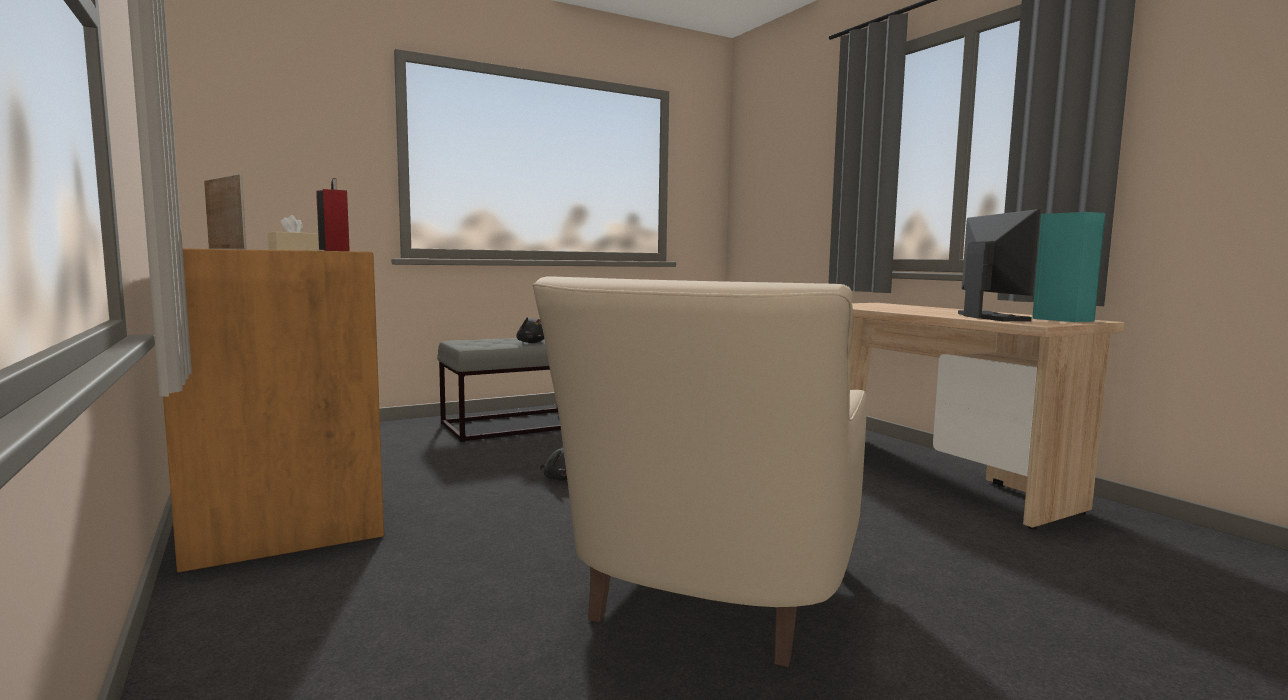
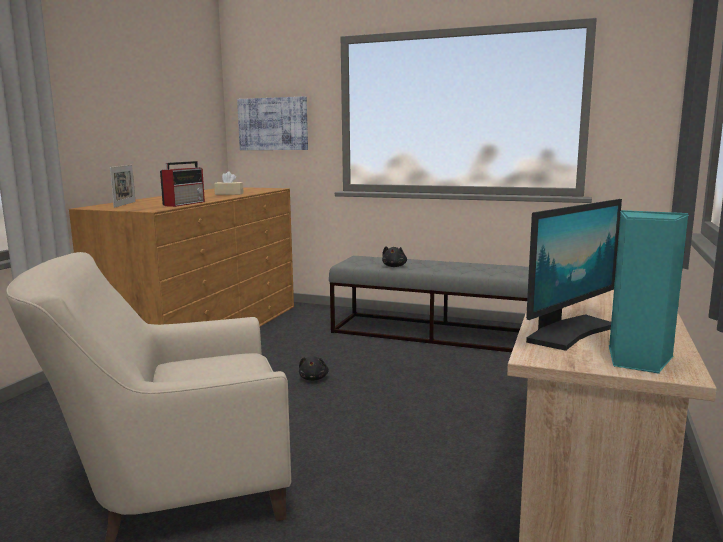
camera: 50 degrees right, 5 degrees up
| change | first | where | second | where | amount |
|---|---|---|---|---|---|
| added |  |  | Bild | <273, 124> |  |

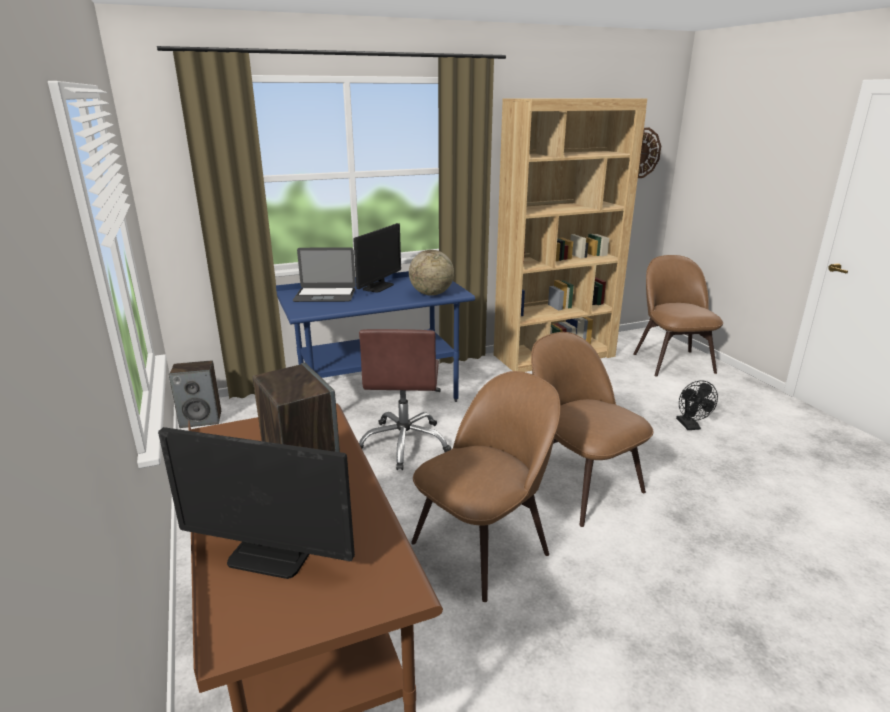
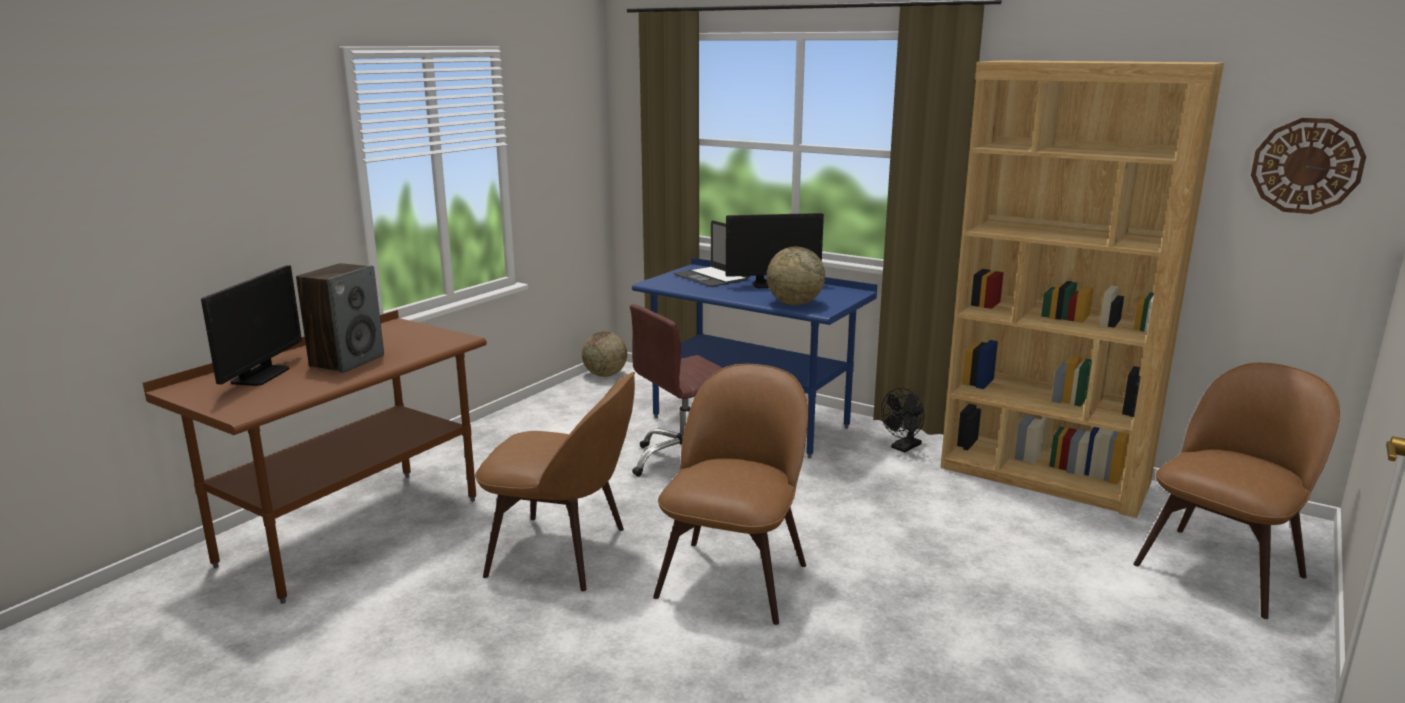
camera: 55 degrees right, 5 degrees down
| change | first | where | second | where | amount |
|---|---|---|---|---|---|
| turned | Monitor | <270, 556> |  | <260, 375> | 150 degrees counterclockwise |
| replaced | Lautsprecher | <201, 419> | Globus | <605, 375> |  |
| moved | Ventilator [schwarz] | <690, 426> |  | <903, 448> |  |

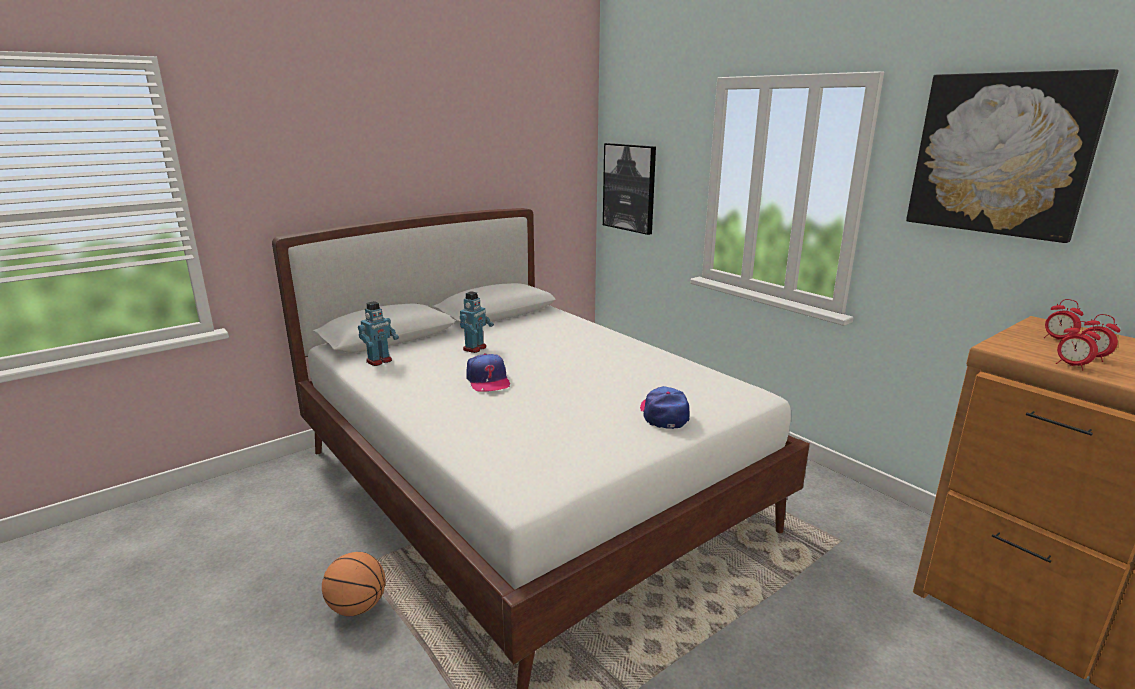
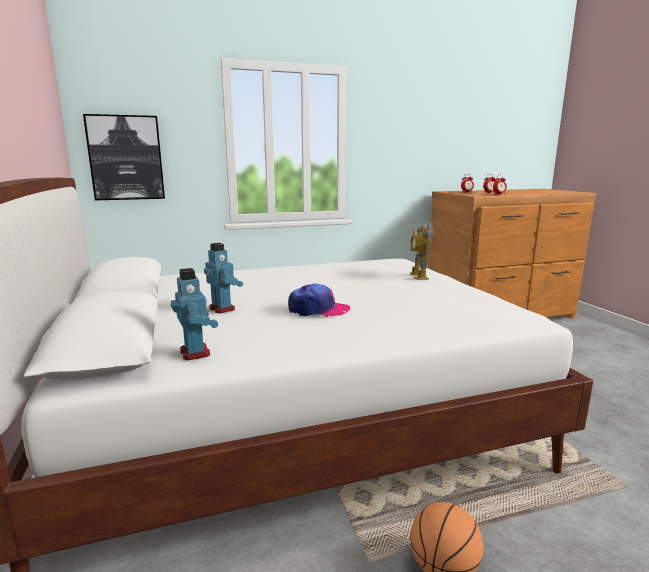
camera: 70 degrees left, 5 degrees down
| change | first | where | second | where | amount |
|---|---|---|---|---|---|
| replaced | Kappe | <664, 414> | Spielzeugroboter | <419, 276> |  |
| removed | Bild | <1001, 154> |  |  |  |

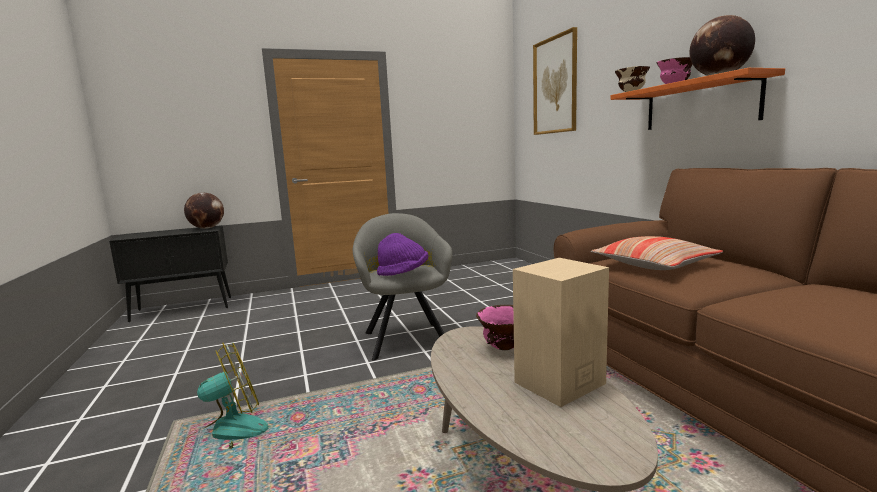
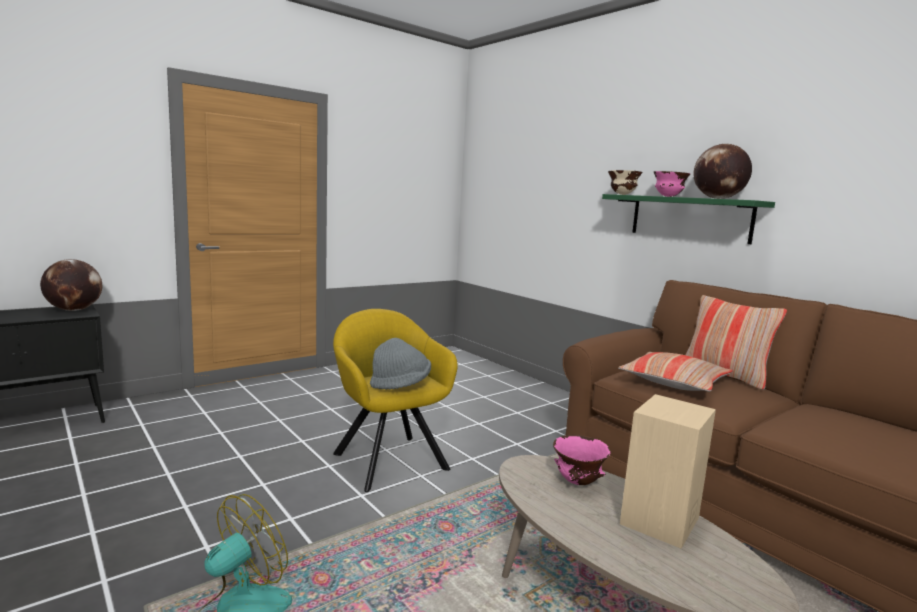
camera: 20 degrees left, 0 degrees up
| change | first | where | second | where | amount |
|---|---|---|---|---|---|
| recoloured | Sessel [grau] | <406, 337> | Sessel [gelb] | <388, 458> |  |
| recoloured | Hut [lila] | <403, 273> | Hut [grau] | <400, 384> |  |
| removed | Bild | <555, 85> |  |  |  |
| recoloured | Wandregal [orange] | <699, 104> | Wandregal [grün] | <689, 218> |  |
| added |  |  | Kissen | <725, 376> |  |

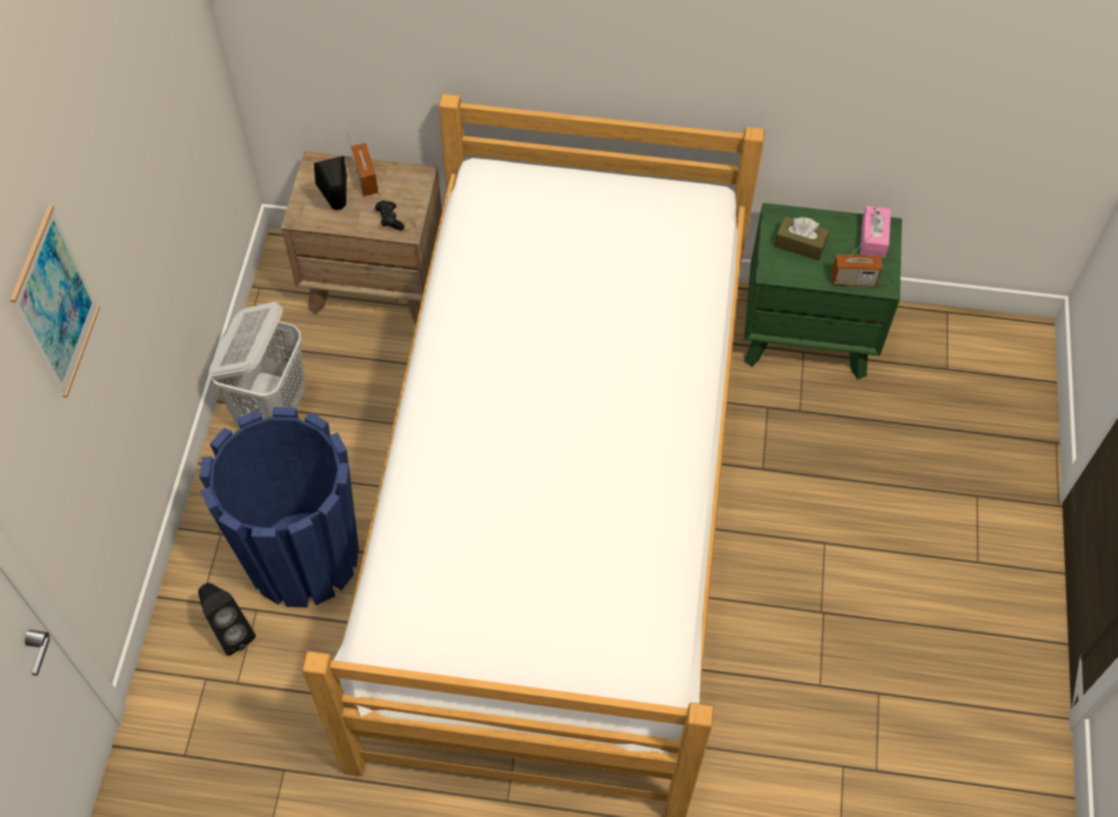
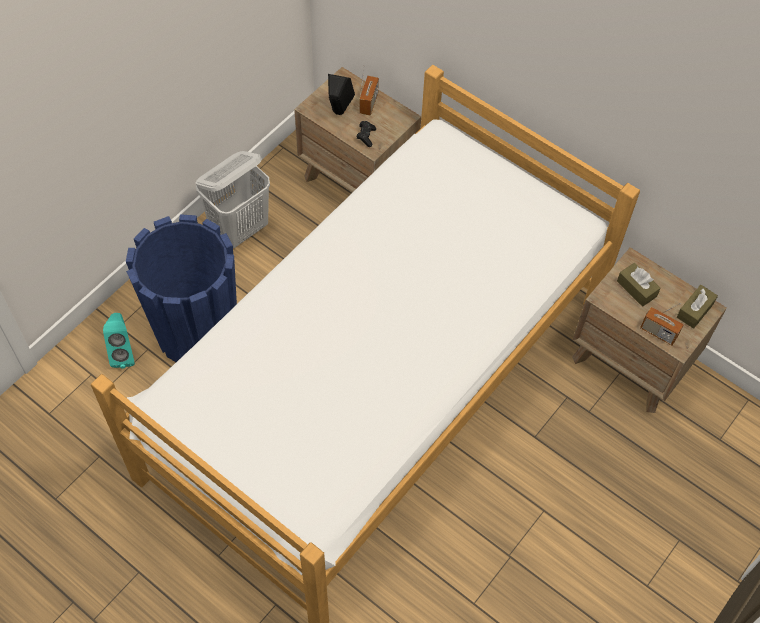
camera: 30 degrees right, 0 degrees up
| change | first | where | second | where | amount |
|---|---|---|---|---|---|
| removed | Bild | <55, 303> |  |  |  |
| recoloured | Lautsprecher [schwarz] | <230, 631> | Lautsprecher [türkis] | <124, 353> |  |
| recoloured | Nachttisch [grün] | <808, 334> | Nachttisch [braun] | <631, 362> |  |
| recoloured | Taschentuchbox [rosa] | <873, 237> | Taschentuchbox [braun] | <695, 310> |  |

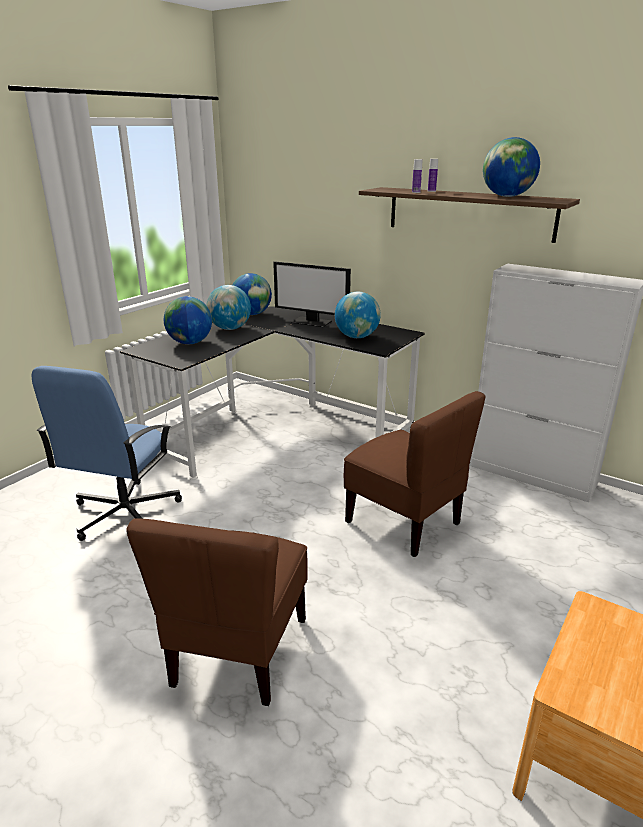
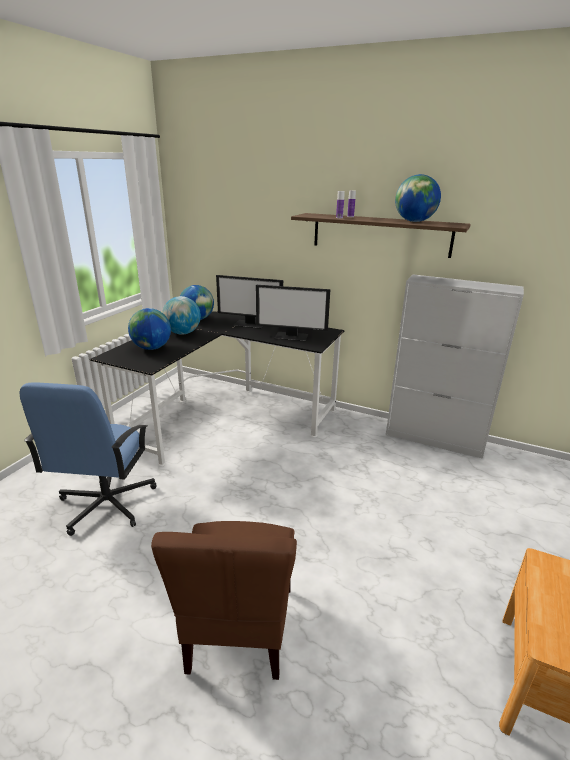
camera: 10 degrees left, 0 degrees up
| change | first | where | second | where | amount |
|---|---|---|---|---|---|
| replaced | Globus | <356, 337> | Monitor | <292, 336> |  |
| removed | Stuhl [braun] | <404, 522> |  |  |  |

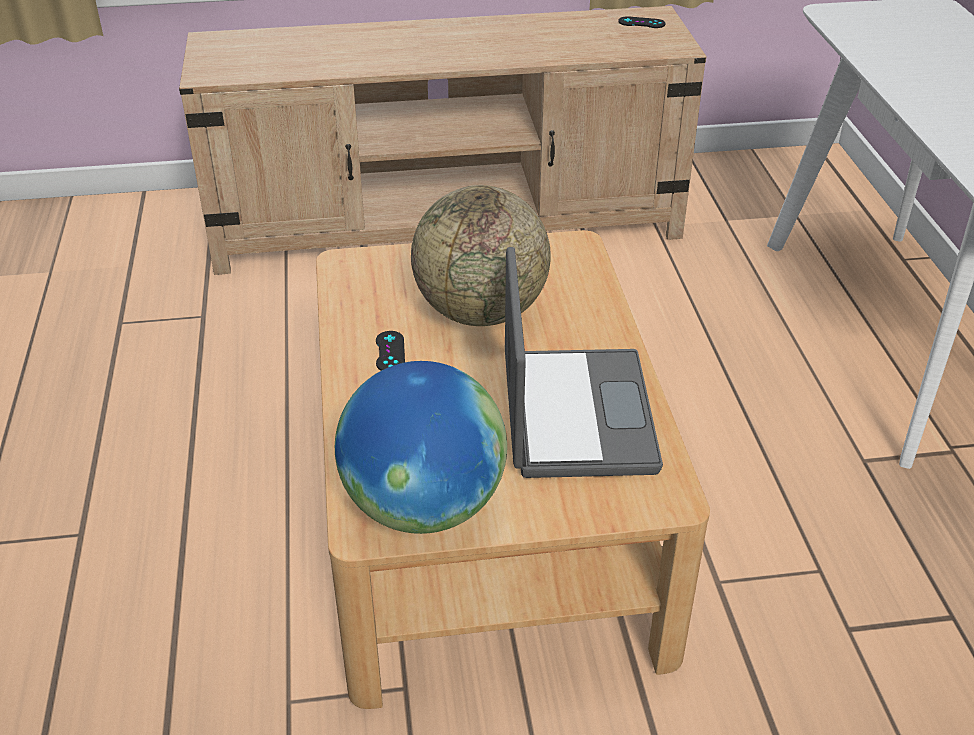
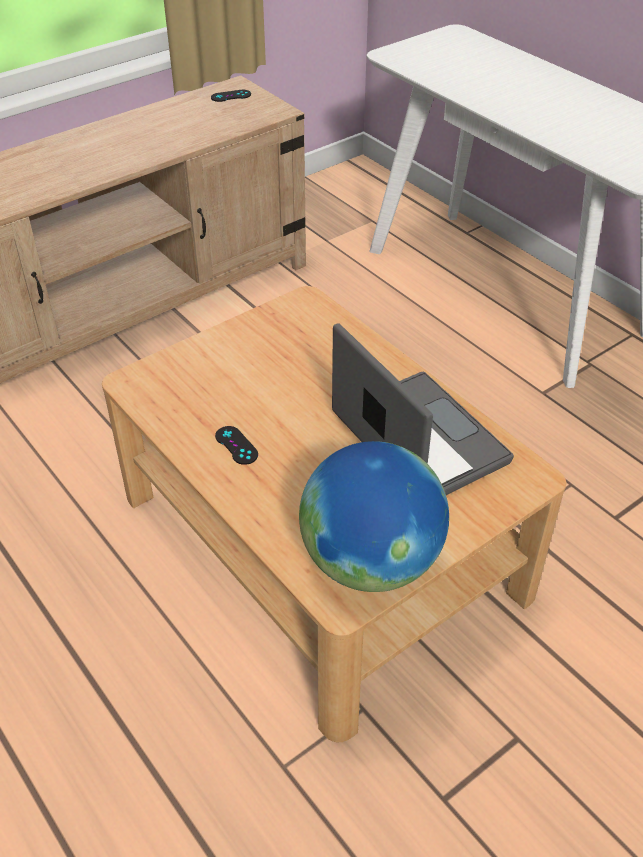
camera: 30 degrees left, 5 degrees up
| change | first | where | second | where | amount |
|---|---|---|---|---|---|
| removed | Globus | <481, 312> |  |  |  |

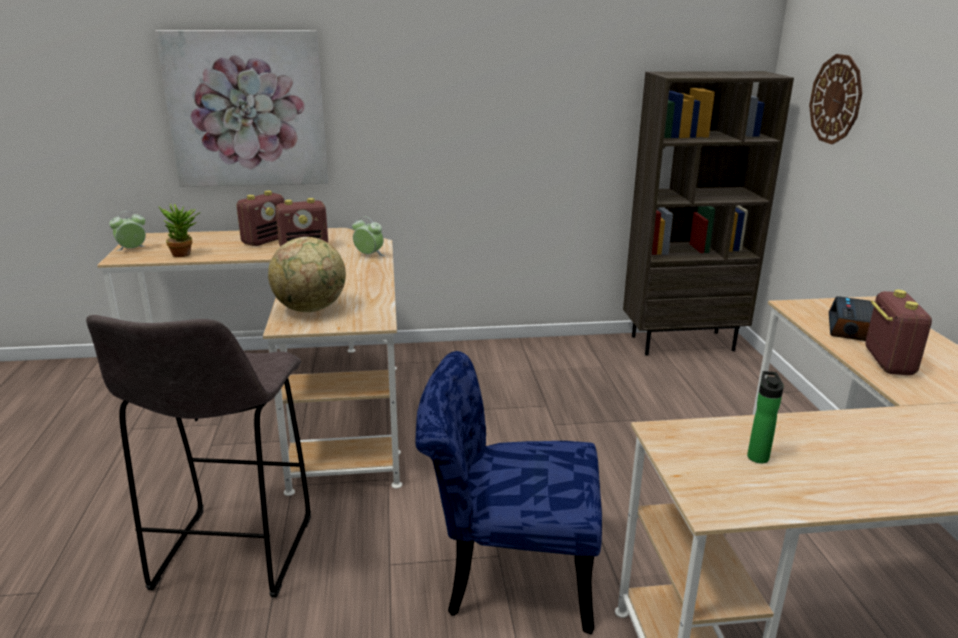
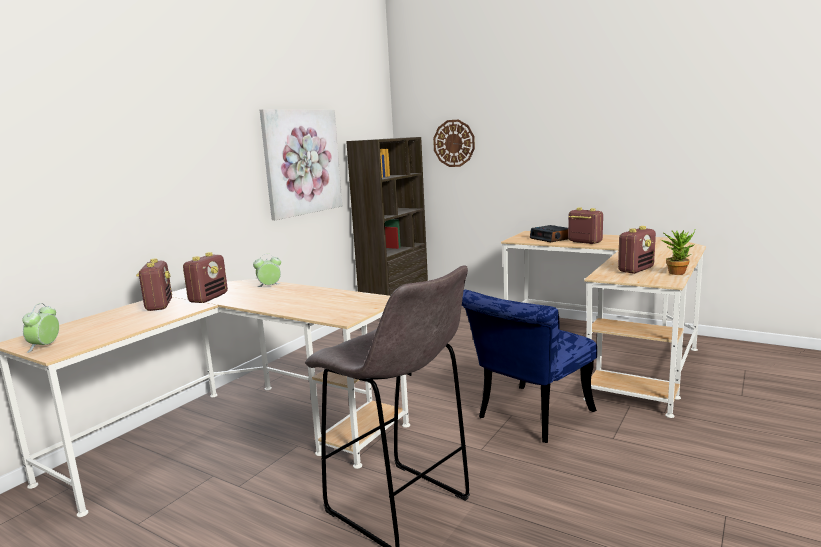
camera: 50 degrees left, 10 degrees down
| change | first | where | second | where | amount |
|---|---|---|---|---|---|
| moved | Bild | <247, 109> |  | <302, 162> |  |
| moved | Topfpflanze | <185, 254> |  | <677, 272> |  |
| removed | Globus | <311, 309> |  |  |  |
| replaced | Flasche | <757, 455> | Radio | <636, 270> |  |

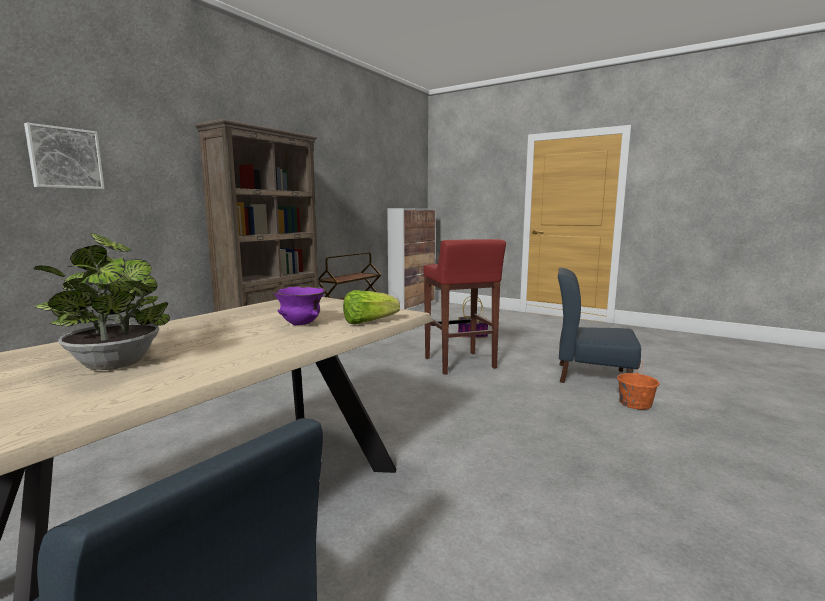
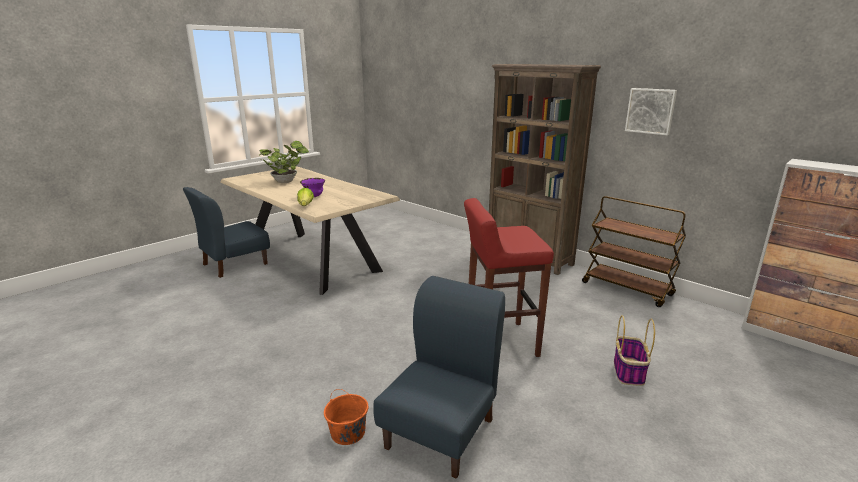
camera: 100 degrees right, 10 degrees up
| change | first | where | second | where | amount |
|---|---|---|---|---|---|
| moved | Bild | <65, 158> |  | <650, 111> |  |

